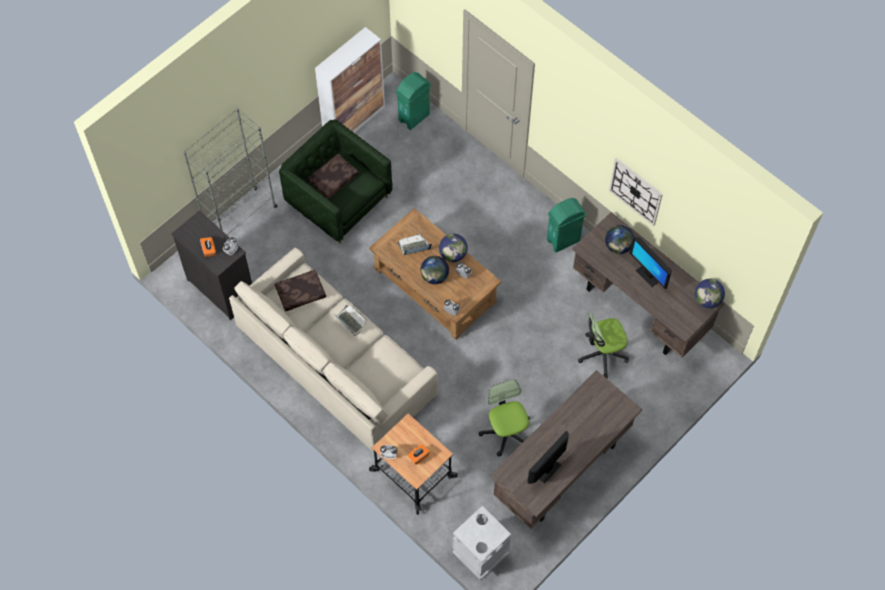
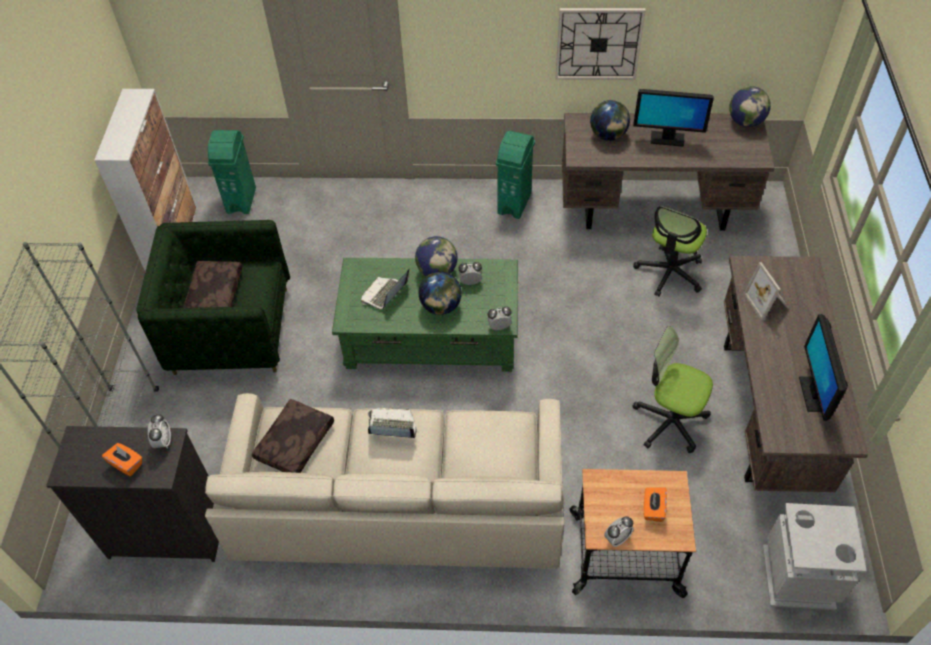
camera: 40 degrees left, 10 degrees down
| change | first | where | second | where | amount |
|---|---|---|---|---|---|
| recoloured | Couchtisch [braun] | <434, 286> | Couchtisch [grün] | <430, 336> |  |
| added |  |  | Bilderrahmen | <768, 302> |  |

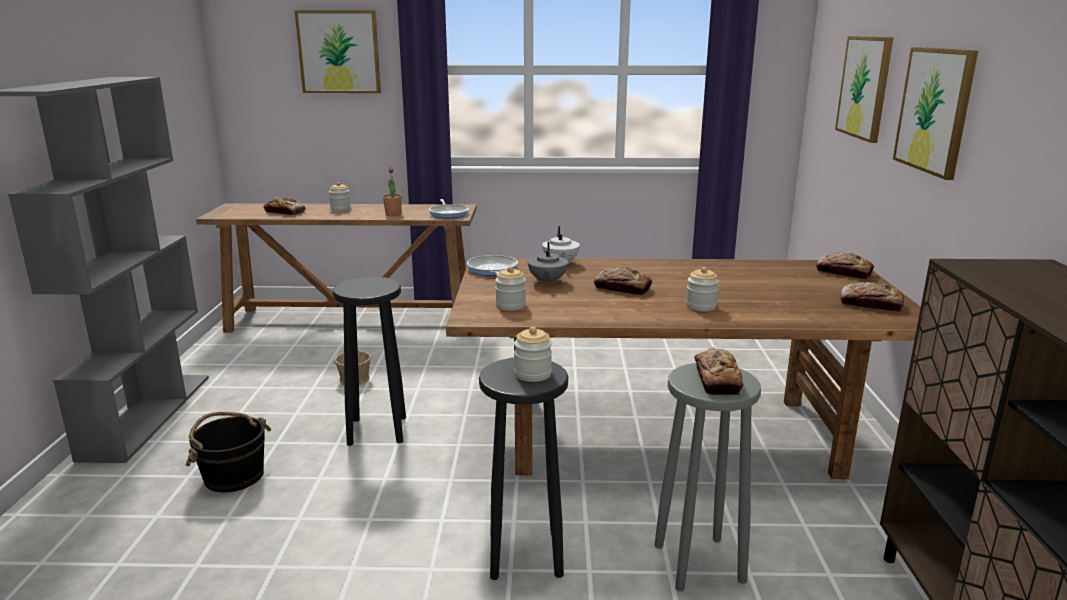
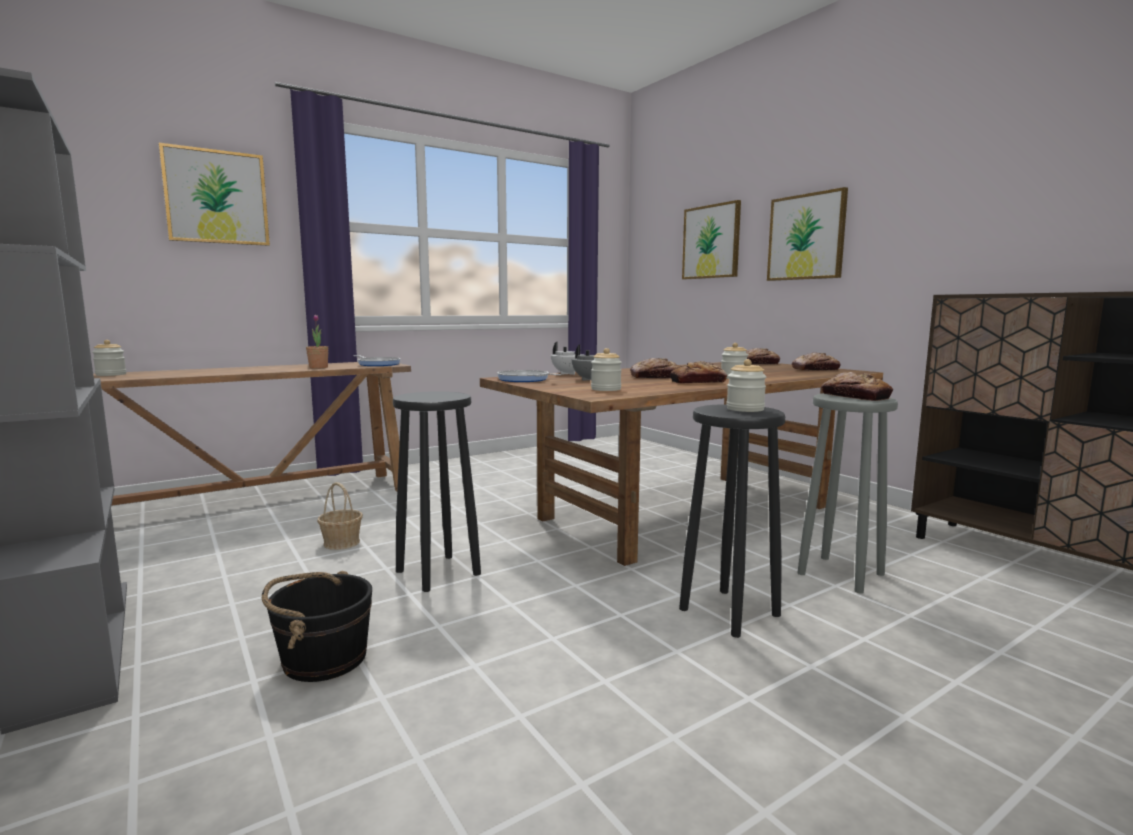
camera: 35 degrees left, 10 degrees down
| change | first | where | second | where | amount |
|---|---|---|---|---|---|
| moved | Brot | <285, 212> |  | <697, 382> |  |
| moved | Vorratsglas | <340, 209> |  | <111, 374> |  |

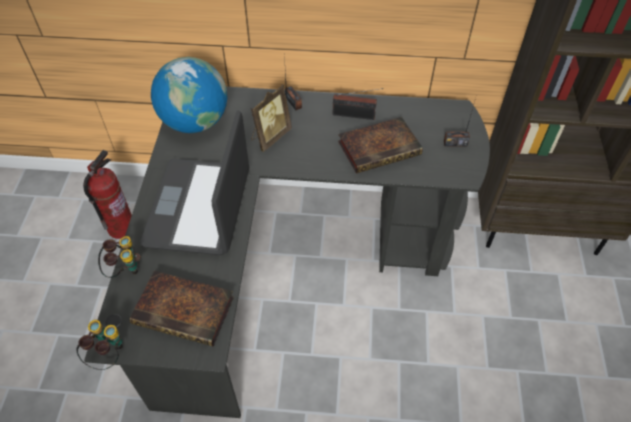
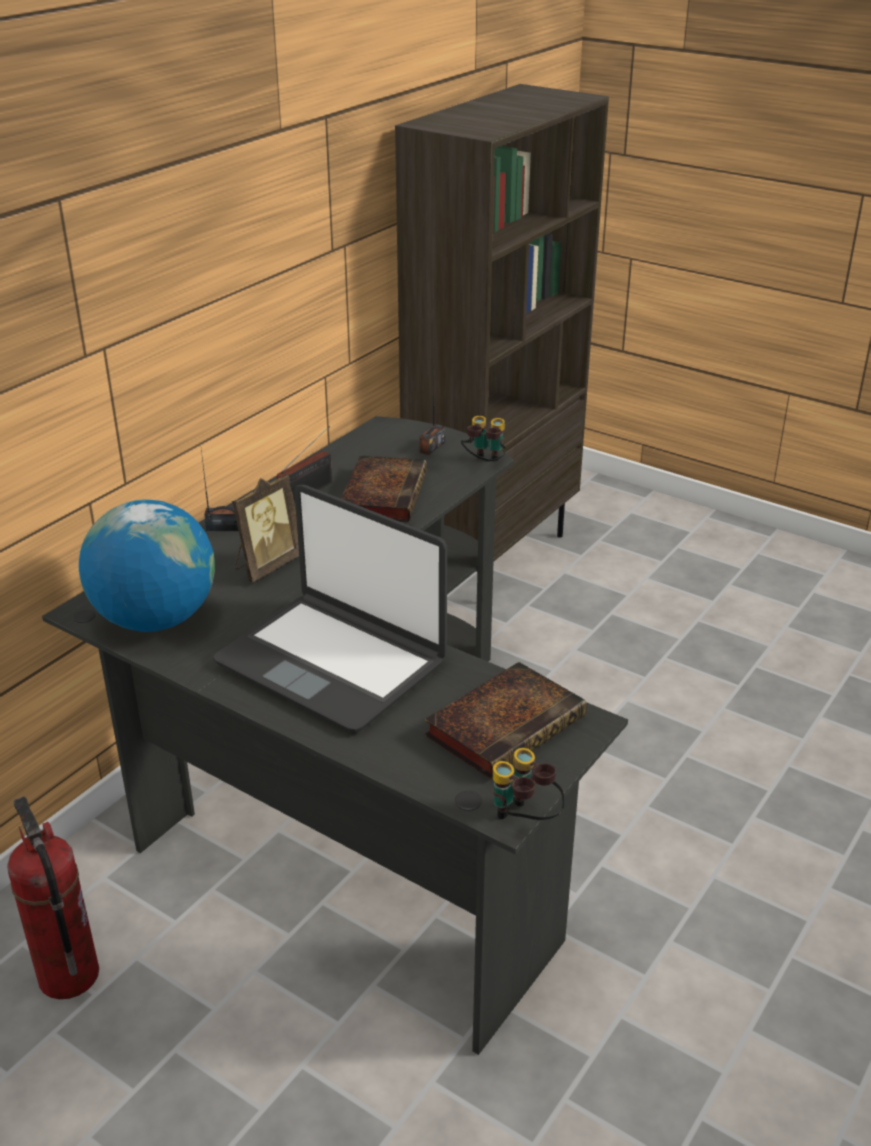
camera: 60 degrees left, 20 degrees down
| change | first | where | second | where | amount |
|---|---|---|---|---|---|
| moved | Fernglas | <124, 269> |  | <484, 465> |  |
| turned | Bilderrahmen | <270, 136> |  | <266, 565> | 60 degrees clockwise |

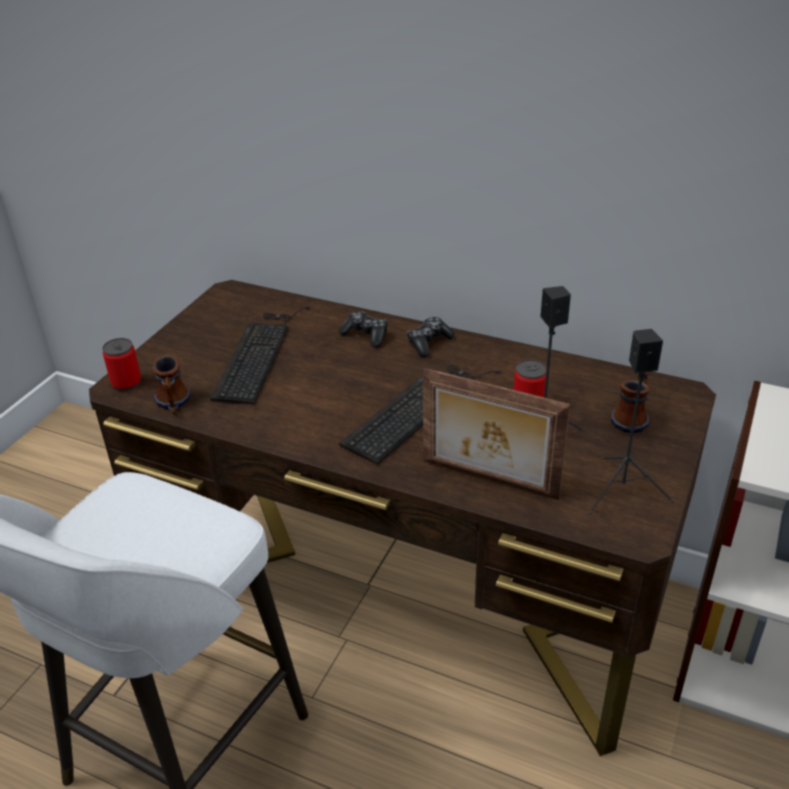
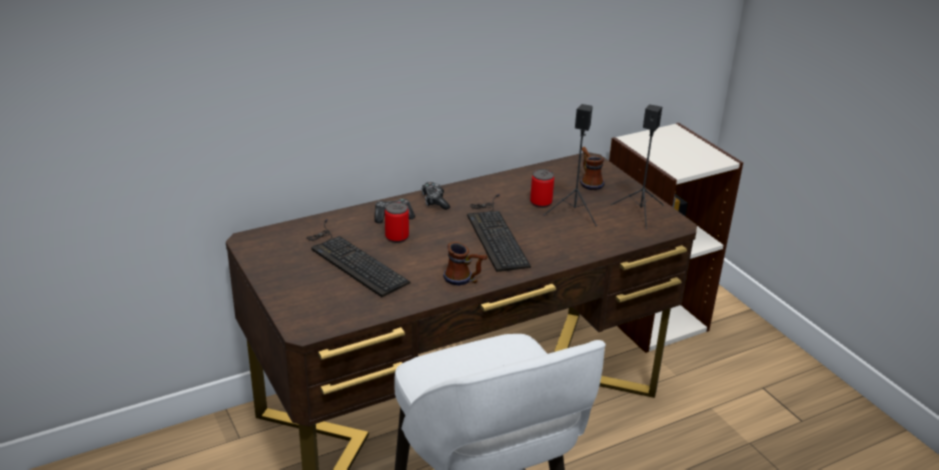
camera: 55 degrees left, 5 degrees down
| change | first | where | second | where | amount |
|---|---|---|---|---|---|
| moved | Dose | <126, 383> |  | <397, 237> |  |
| moved | Henkelbecher | <173, 405> |  | <464, 280> |  |
| removed | Bilderrahmen | <488, 480> |  |  |  |

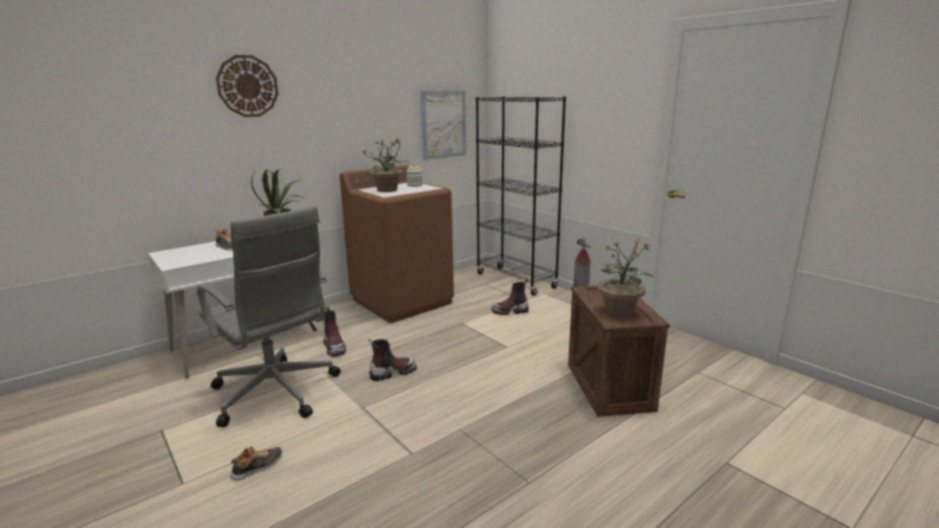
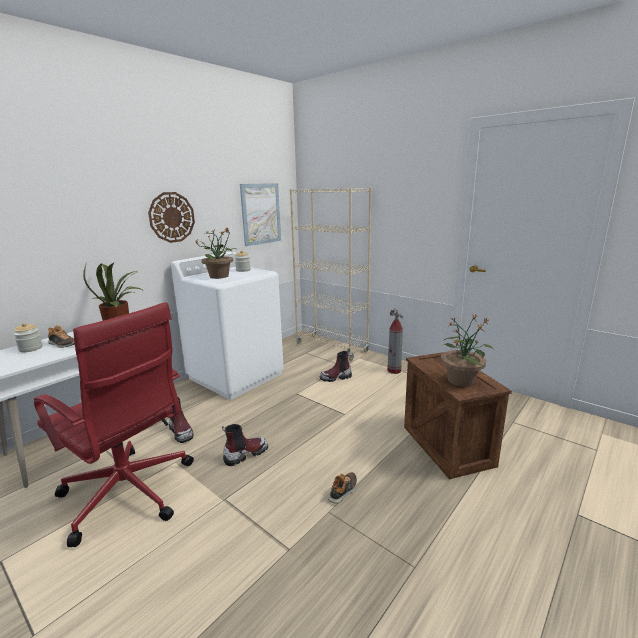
camera: 10 degrees left, 0 degrees up
| change | first | where | second | where | amount |
|---|---|---|---|---|---|
| recoloured | Bürostuhl [grau] | <276, 393> | Bürostuhl [rot] | <129, 494> |  |
| moved | Wanduhr | <247, 86> |  | <172, 217> |  |
| moved | Schuh | <258, 467> |  | <343, 491> |  |
| recoloured | Waschmaschine [braun] | <402, 301> | Waschmaschine [weiß] | <236, 376> |  |
| recoloured | Bücherregal [schwarz] | <516, 281> | Bücherregal [beige] | <331, 347> |  |
| added |  |  | Vorratsglas | <30, 348> |  |

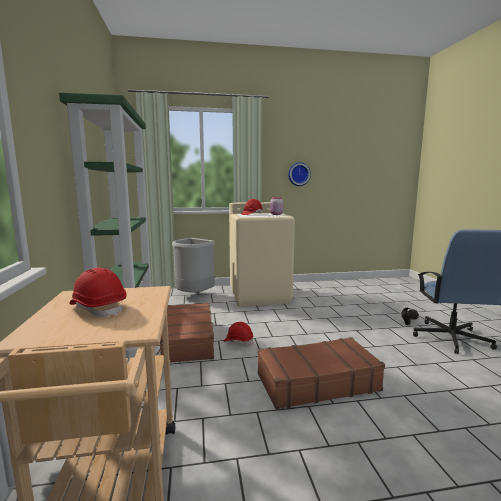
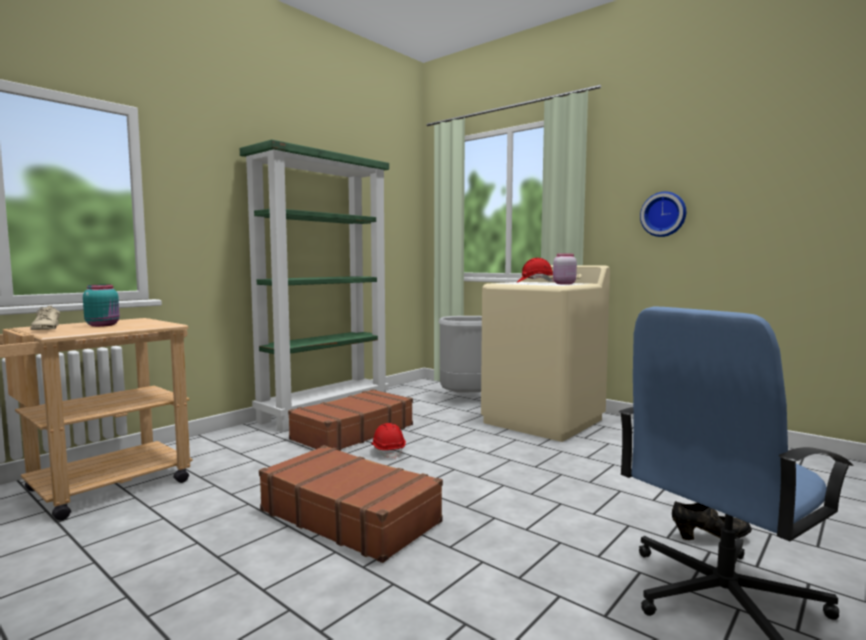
camera: 50 degrees right, 5 degrees down
| change | first | where | second | where | amount |
|---|---|---|---|---|---|
| replaced | Schutzhelm [rot] | <99, 308> | Vorratsglas [türkis] | <103, 325> |  |
| added |  |  | Schuh [beige] | <46, 328> |  |

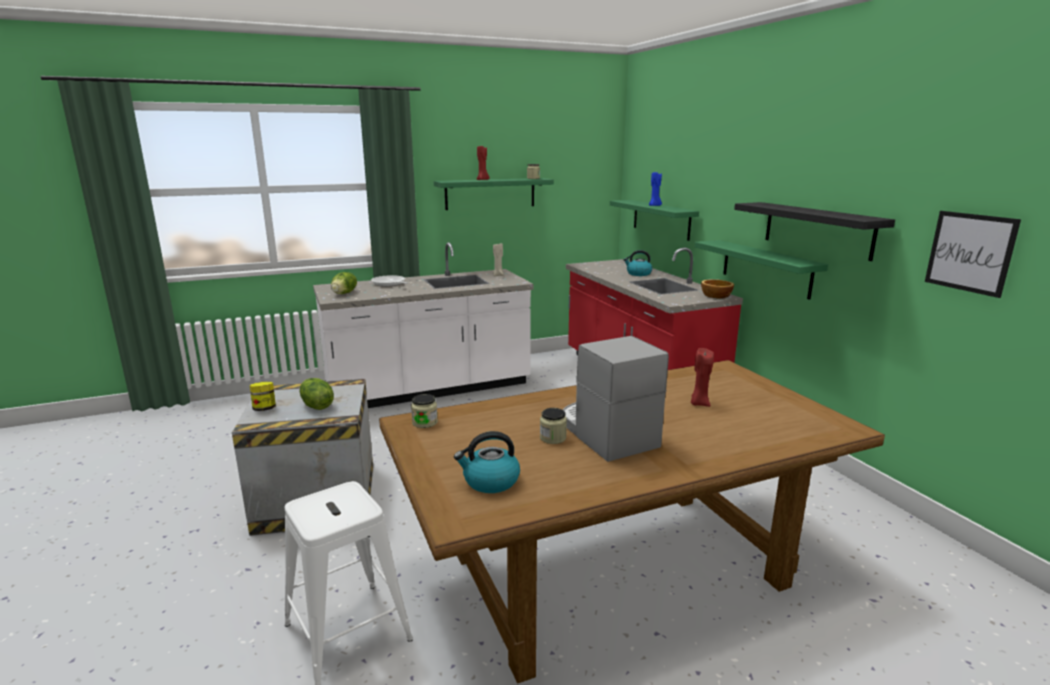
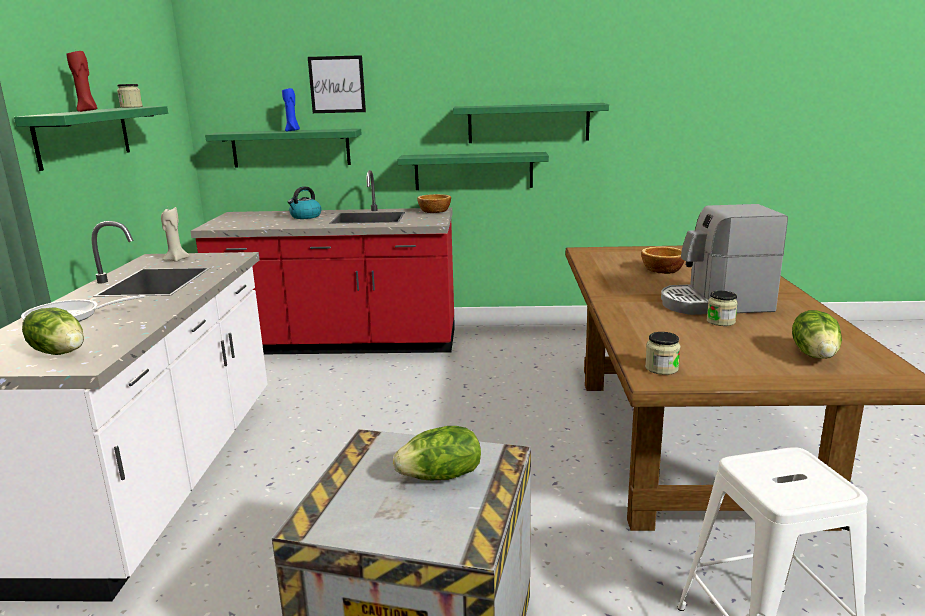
camera: 65 degrees left, 0 degrees up
| change | first | where | second | where | amount |
|---|---|---|---|---|---|
| removed | Vorratsglas | <264, 409> |  |  |  |
| replaced | Wasserkessel | <490, 481> | Salatkopf | <815, 355> |  |
| replaced | Kerze [rot] | <699, 403> | Schüssel | <661, 270> |  |
| recoloured | Wandregal [schwarz] | <817, 229> | Wandregal [grün] | <528, 123> |  |
| moved | Bild | <970, 252> |  | <337, 84> |  |

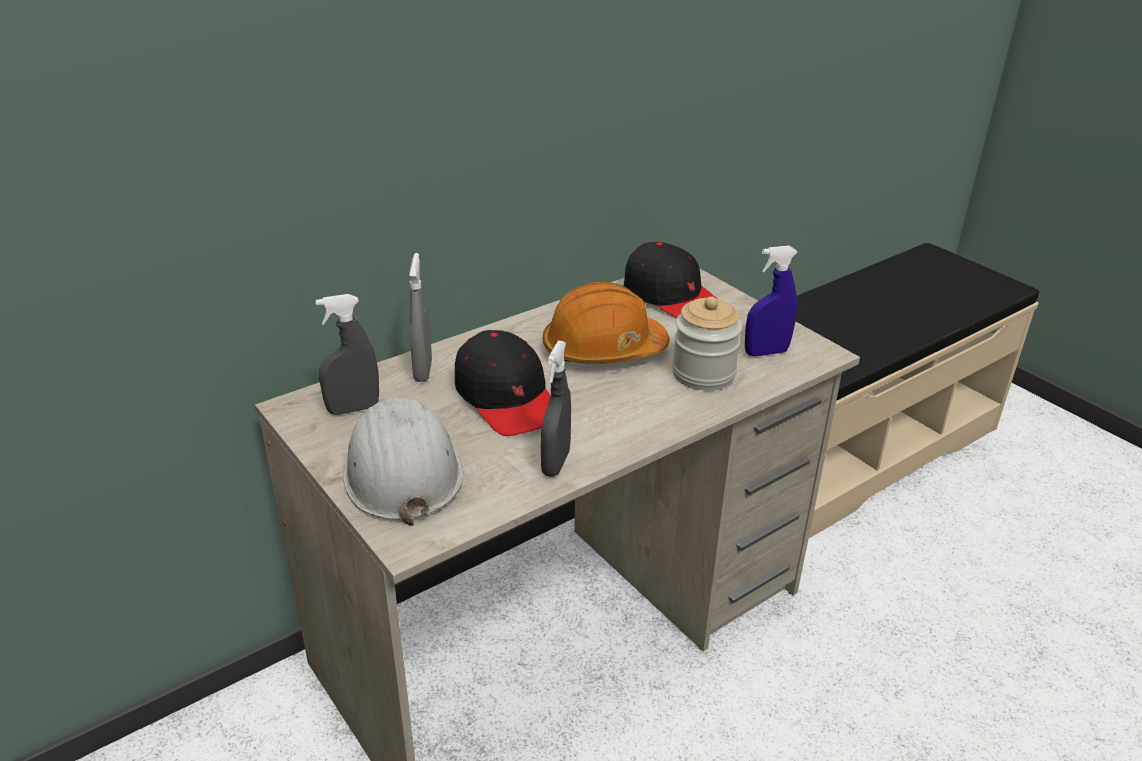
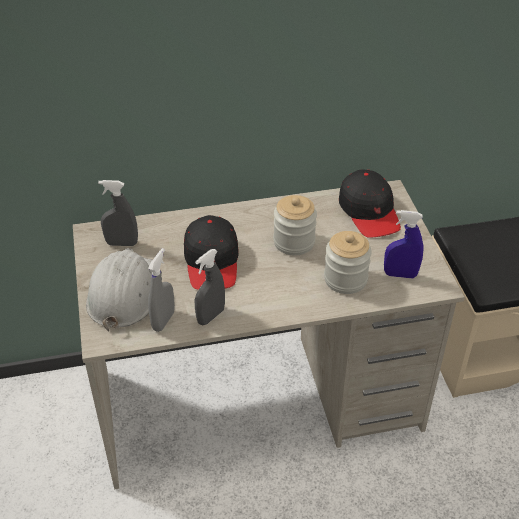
camera: 25 degrees right, 10 degrees up
| change | first | where | second | where | amount |
|---|---|---|---|---|---|
| moved | Sprühflasche [grau] | <423, 371> |  | <163, 321> |  |
| replaced | Schutzhelm [orange] | <603, 350> | Vorratsglas | <294, 242> |  |

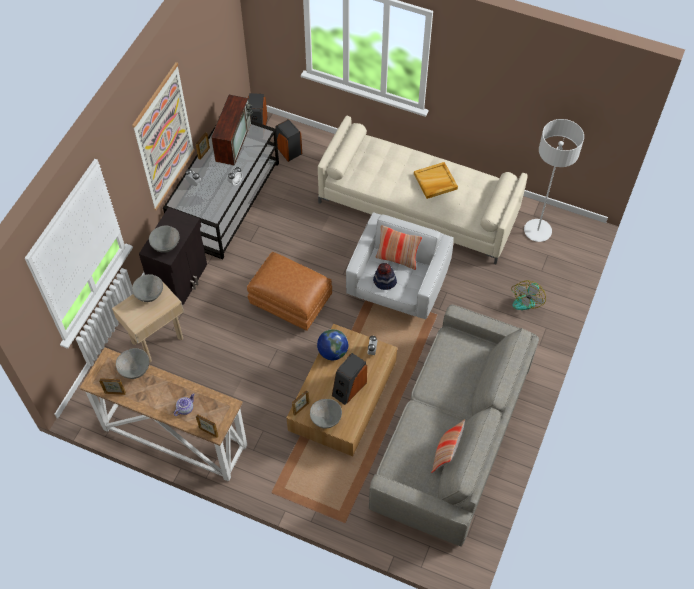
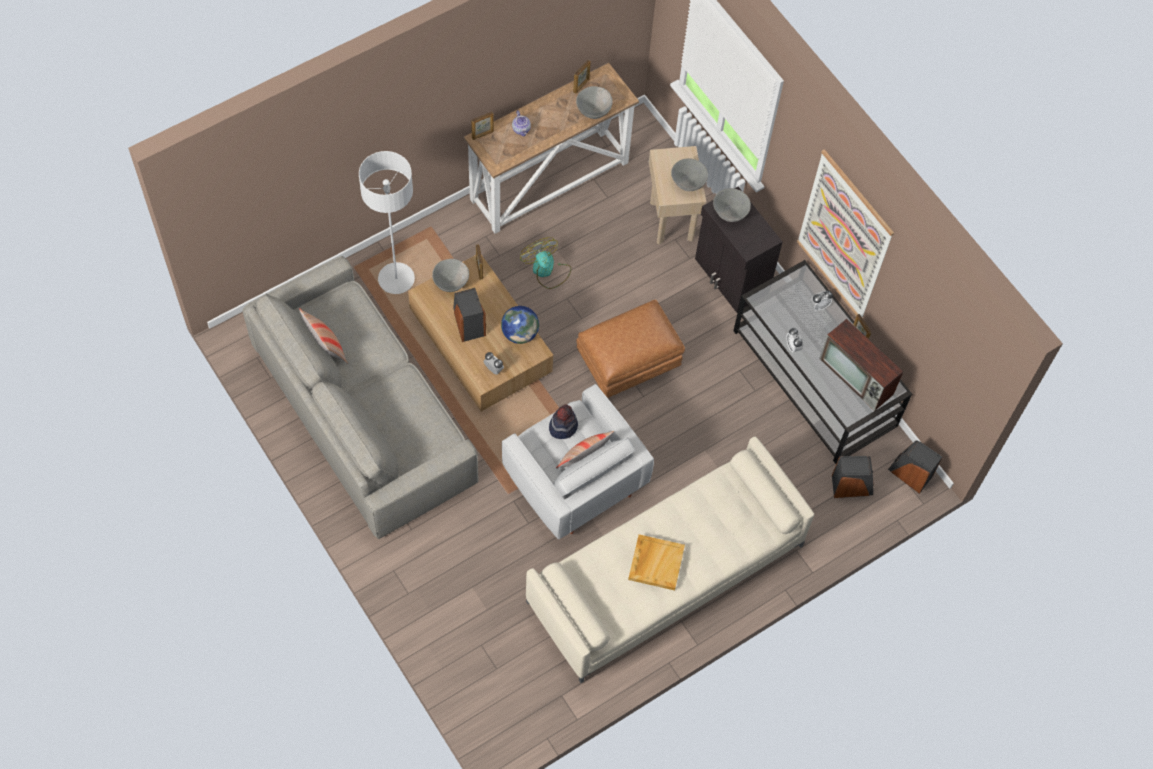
camera: 120 degrees right, 5 degrees up
| change | first | where | second | where | amount |
|---|---|---|---|---|---|
| moved | Ventilator | <526, 299> |  | <546, 270> |  |
| moved | Stehlampe [grau] | <537, 231> |  | <396, 279> |  |

